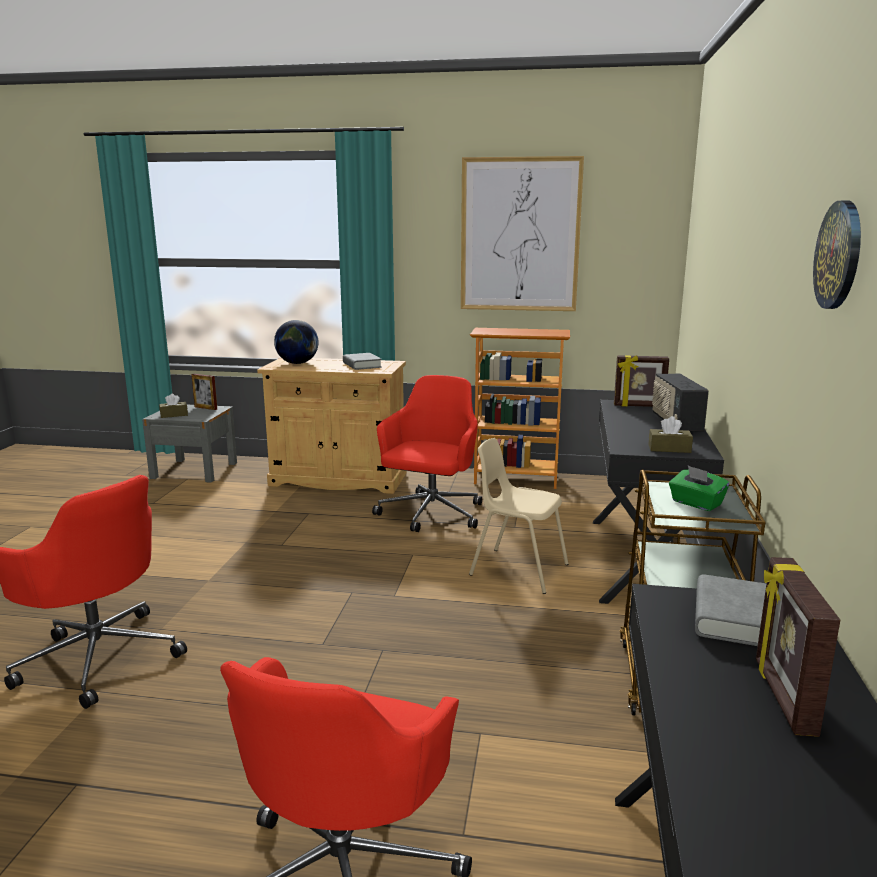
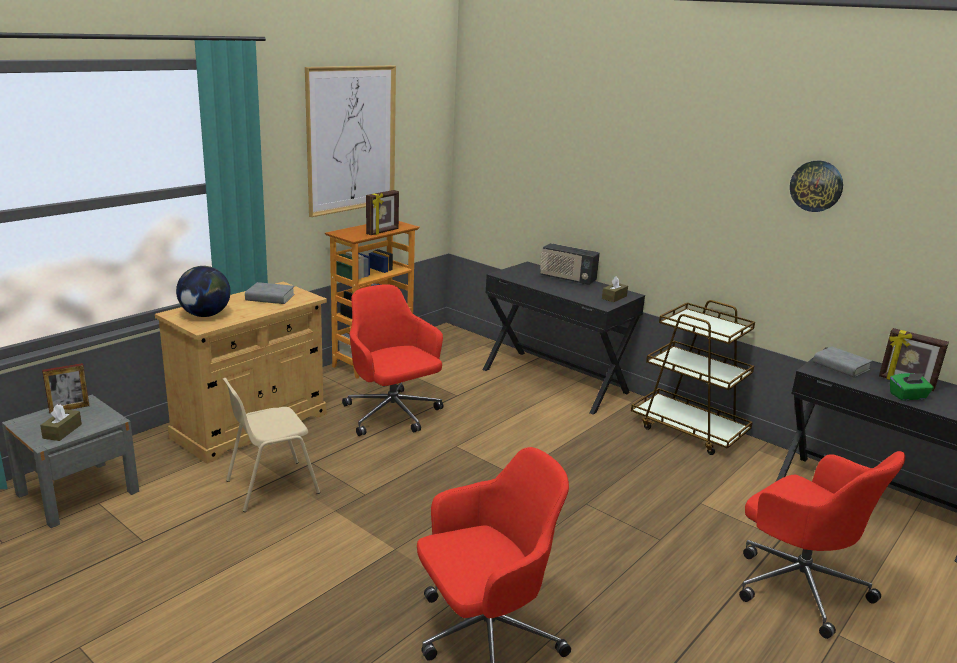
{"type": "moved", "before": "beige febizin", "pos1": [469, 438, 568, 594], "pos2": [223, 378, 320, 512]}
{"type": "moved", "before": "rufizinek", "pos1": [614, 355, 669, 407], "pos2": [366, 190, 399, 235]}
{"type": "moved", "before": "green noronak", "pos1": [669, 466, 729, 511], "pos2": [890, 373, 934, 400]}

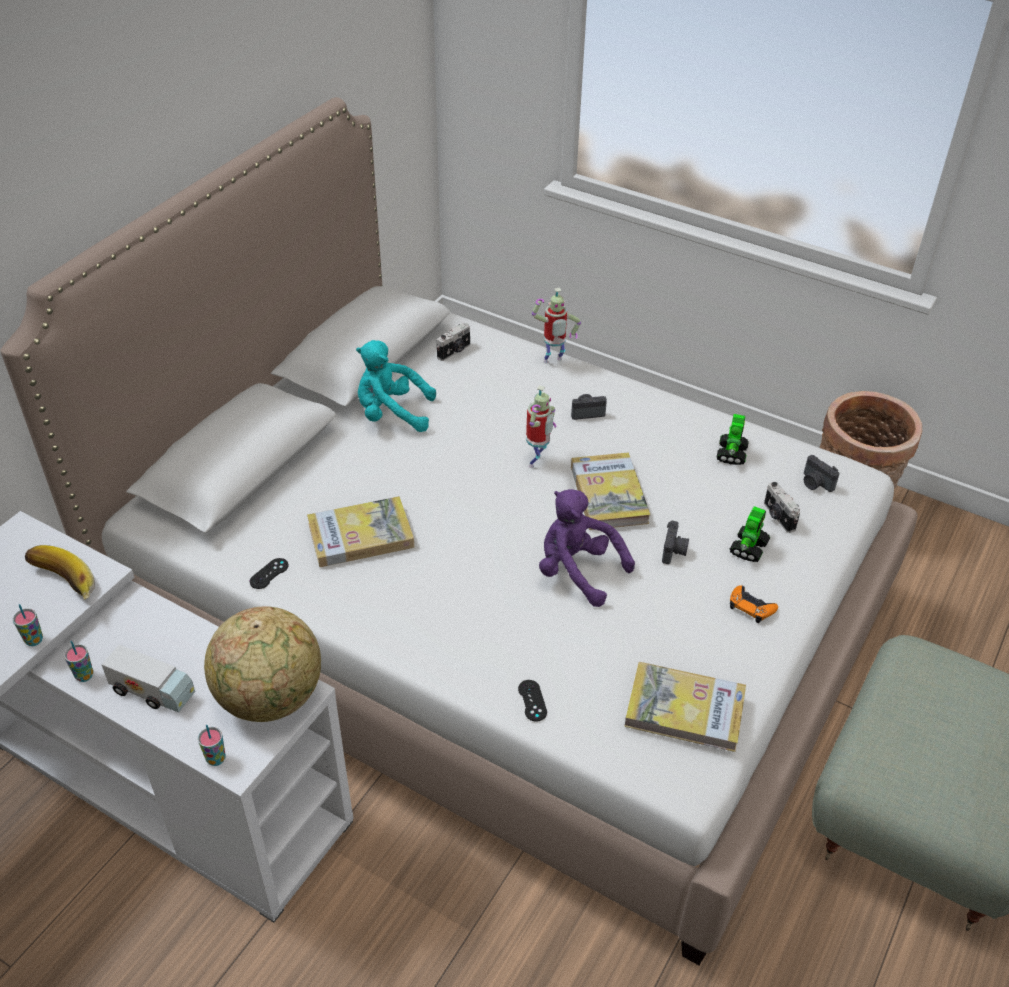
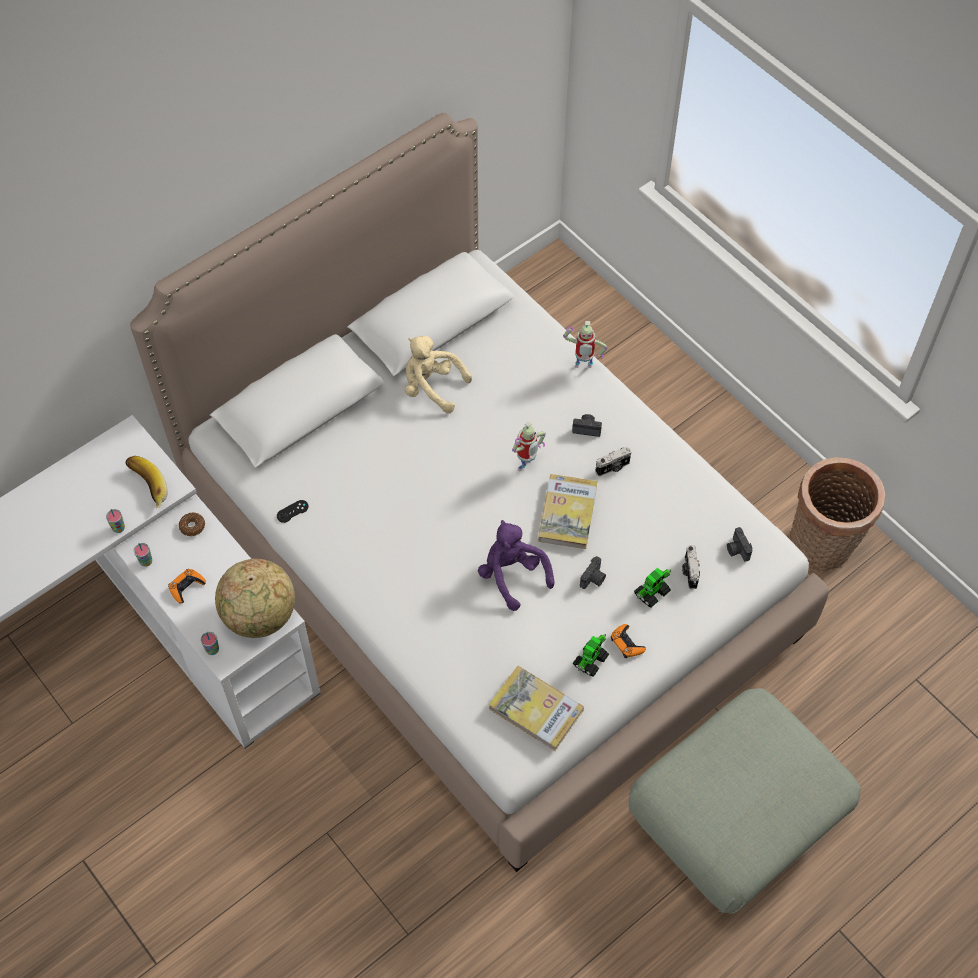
{"type": "replaced", "before": "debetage", "after": "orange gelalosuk", "pos1": [101, 645, 195, 713], "pos2": [168, 569, 206, 604]}
{"type": "added", "after": "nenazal", "pos2": [179, 512, 205, 536]}
{"type": "recoloured", "before": "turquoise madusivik", "after": "beige madusivik", "pos1": [356, 340, 436, 432], "pos2": [405, 336, 472, 413]}
{"type": "moved", "before": "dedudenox", "pos1": [717, 414, 749, 465], "pos2": [573, 634, 609, 677]}
{"type": "moved", "before": "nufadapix", "pos1": [437, 322, 470, 361], "pos2": [595, 447, 632, 476]}
{"type": "removed", "before": "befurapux", "pos1": [307, 496, 414, 567]}
{"type": "removed", "before": "black gelalosuk", "pos1": [518, 680, 547, 722]}

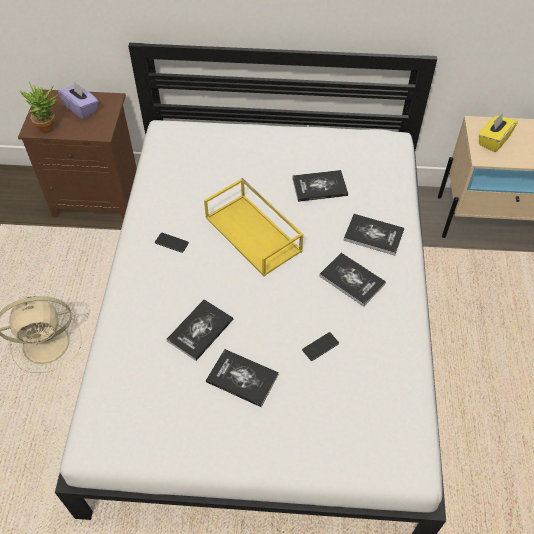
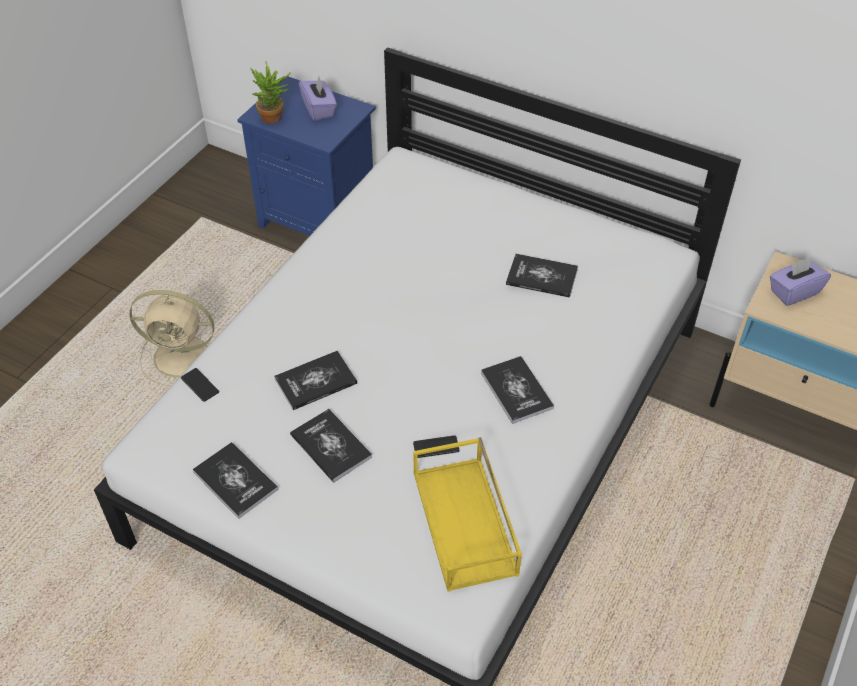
{"type": "moved", "before": "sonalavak", "pos1": [155, 233, 189, 253], "pos2": [181, 368, 219, 402]}
{"type": "moved", "before": "befurapux", "pos1": [343, 214, 404, 255], "pos2": [193, 442, 278, 519]}
{"type": "recoloured", "before": "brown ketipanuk", "after": "blue ketipanuk", "pos1": [18, 89, 137, 219], "pos2": [237, 77, 376, 236]}
{"type": "moved", "before": "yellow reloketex", "pos1": [204, 178, 304, 276], "pos2": [413, 437, 522, 592]}
{"type": "recoloured", "before": "yellow noronak", "after": "purple noronak", "pos1": [479, 113, 518, 152], "pos2": [770, 257, 831, 306]}

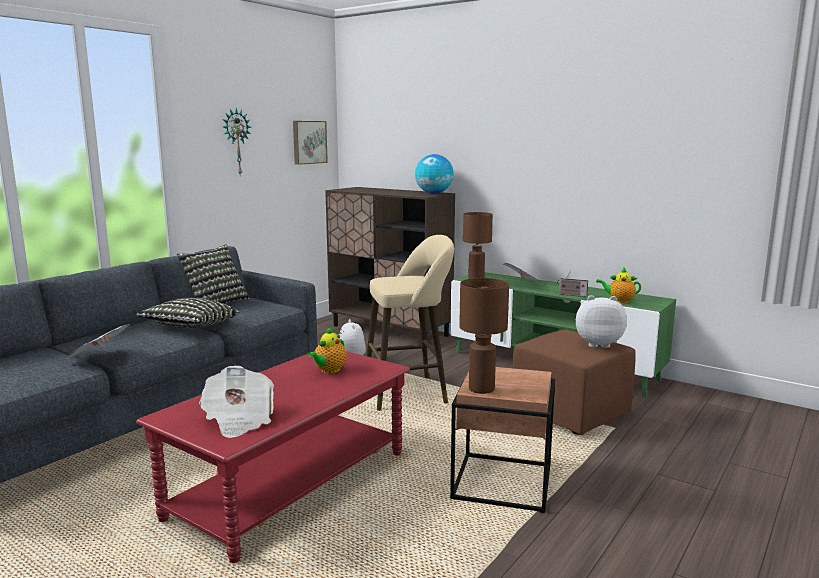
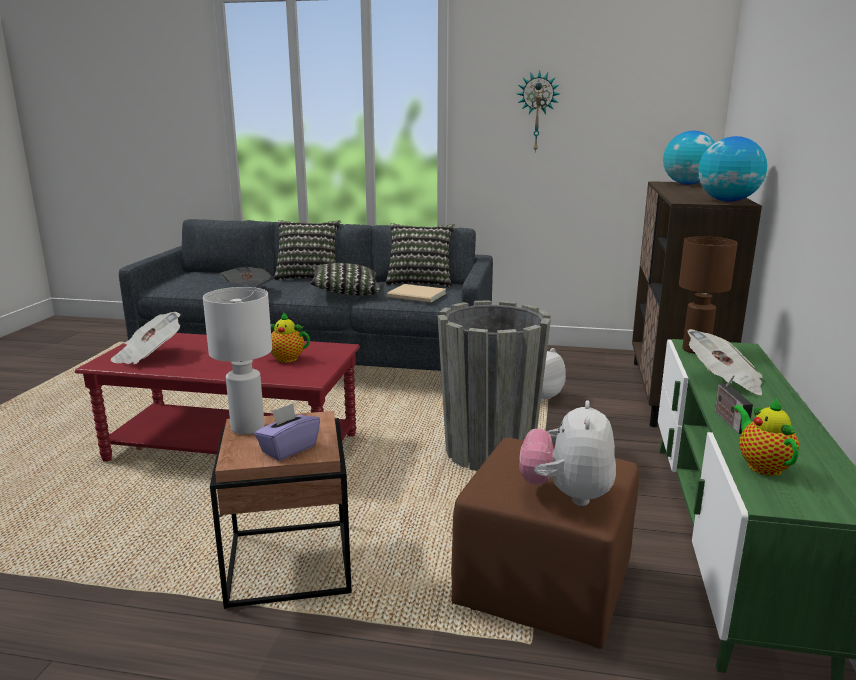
{"type": "recoloured", "before": "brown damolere", "after": "white damolere", "pos1": [459, 278, 509, 394], "pos2": [203, 287, 272, 435]}
{"type": "added", "after": "purple noronak", "pos2": [254, 403, 320, 461]}
{"type": "added", "after": "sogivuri", "pos2": [273, 220, 341, 281]}
{"type": "added", "after": "beige befurapux", "pos2": [387, 284, 446, 302]}
{"type": "replaced", "before": "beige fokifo", "after": "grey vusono", "pos1": [367, 235, 454, 411], "pos2": [438, 300, 551, 471]}
{"type": "turned", "before": "madusivik", "pos1": [576, 295, 627, 348], "pos2": [519, 400, 616, 506], "turn": -150}
{"type": "added", "after": "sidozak", "pos2": [663, 131, 715, 185]}
{"type": "removed", "before": "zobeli", "pos1": [293, 121, 328, 165]}

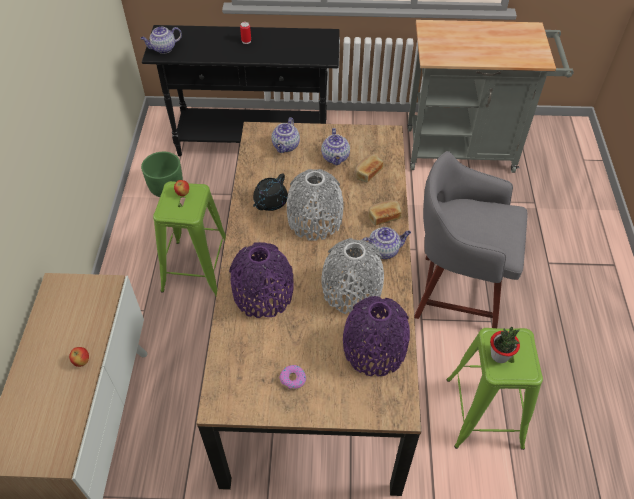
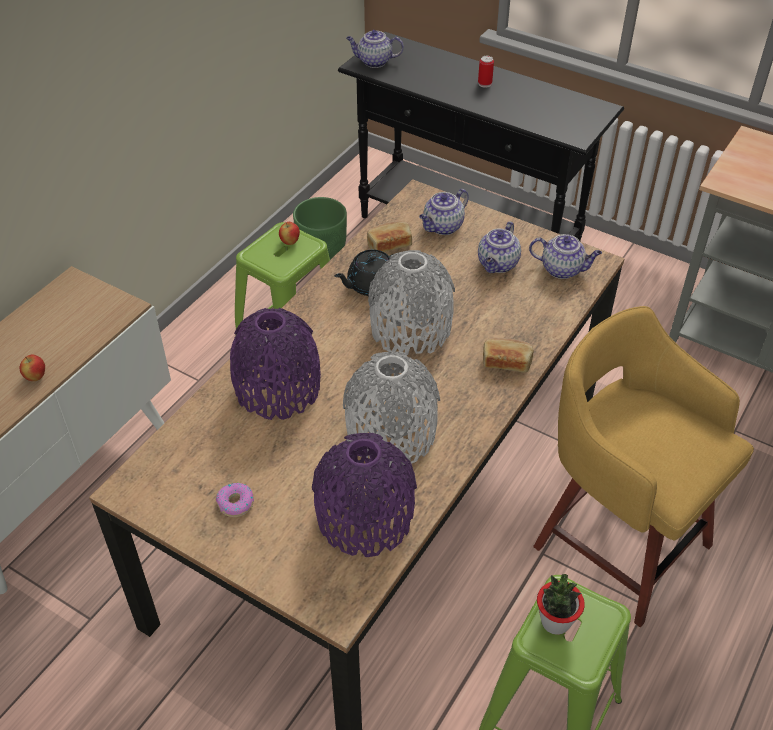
{"type": "moved", "before": "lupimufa", "pos1": [354, 155, 384, 182], "pos2": [367, 221, 412, 252]}
{"type": "moved", "before": "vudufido", "pos1": [363, 227, 411, 259], "pos2": [529, 234, 602, 279]}
{"type": "recoloured", "before": "grey fokifo", "after": "yellow fokifo", "pos1": [414, 151, 528, 328], "pos2": [533, 306, 754, 627]}

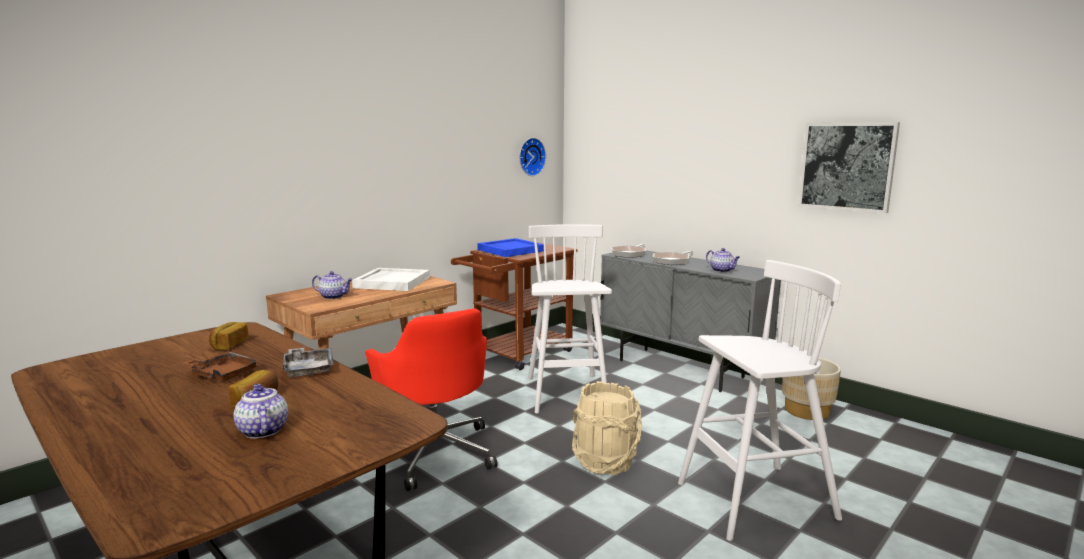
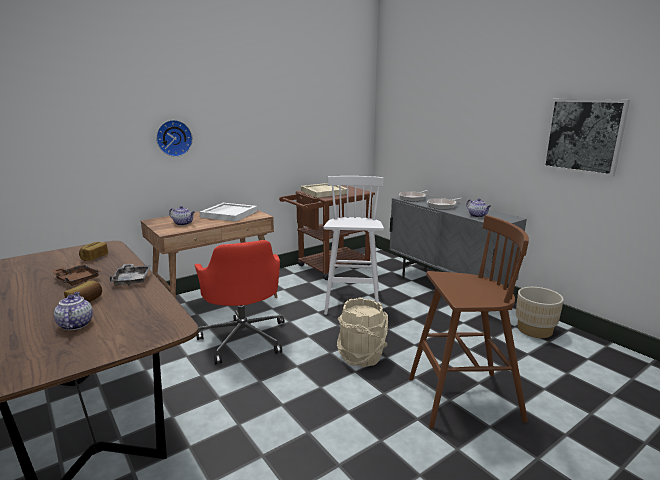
{"type": "moved", "before": "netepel", "pos1": [519, 138, 546, 176], "pos2": [156, 120, 193, 157]}
{"type": "recoloured", "before": "blue reloketex", "after": "beige reloketex", "pos1": [477, 238, 544, 257], "pos2": [301, 183, 349, 198]}
{"type": "recoloured", "before": "white fokifo", "after": "brown fokifo", "pos1": [678, 260, 842, 541], "pos2": [409, 215, 529, 429]}

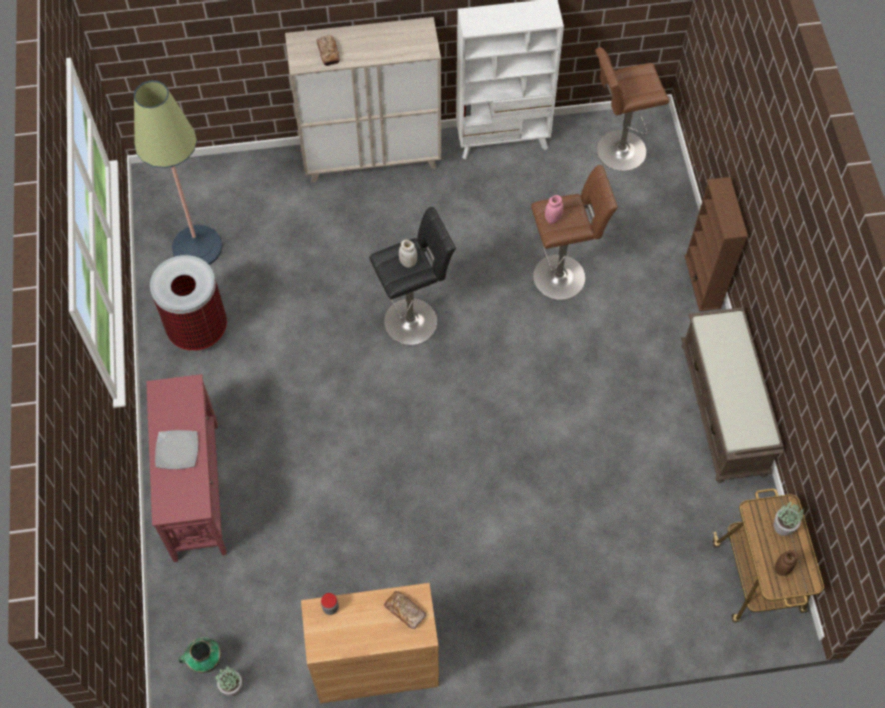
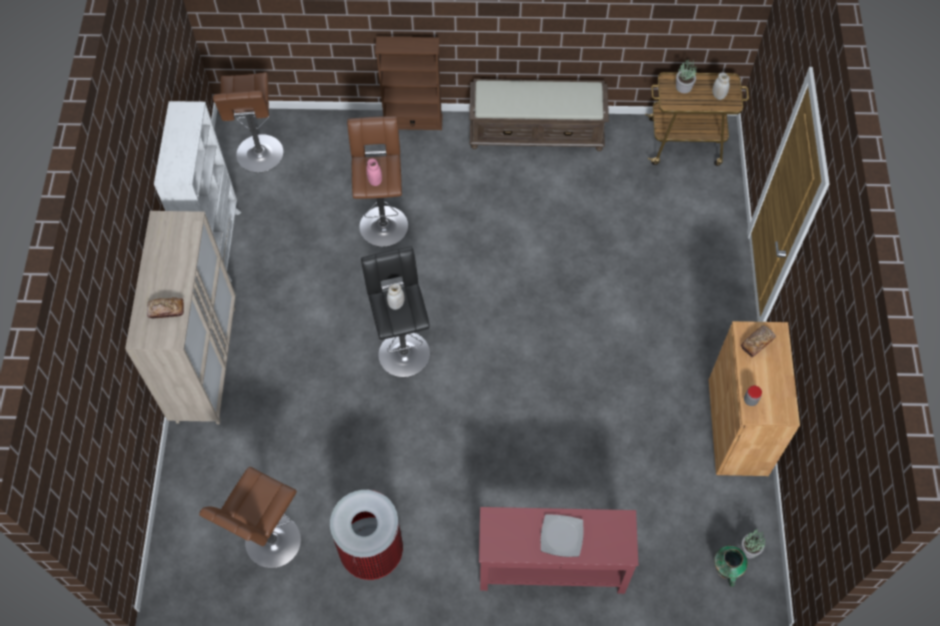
{"type": "replaced", "before": "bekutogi", "after": "brown fokifo", "pos1": [134, 80, 222, 265], "pos2": [199, 467, 301, 568]}
{"type": "recoloured", "before": "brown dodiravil", "after": "white dodiravil", "pos1": [775, 550, 798, 576], "pos2": [712, 72, 730, 100]}

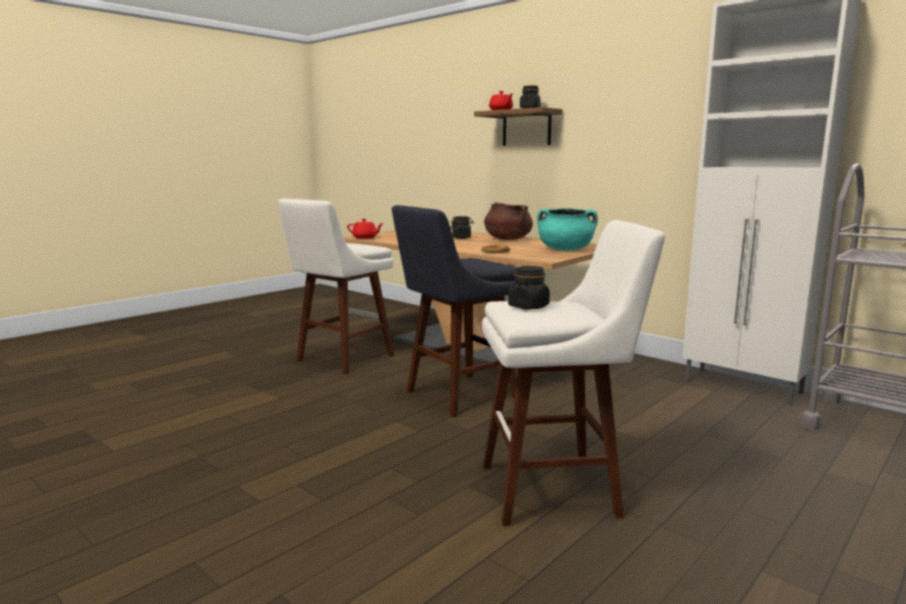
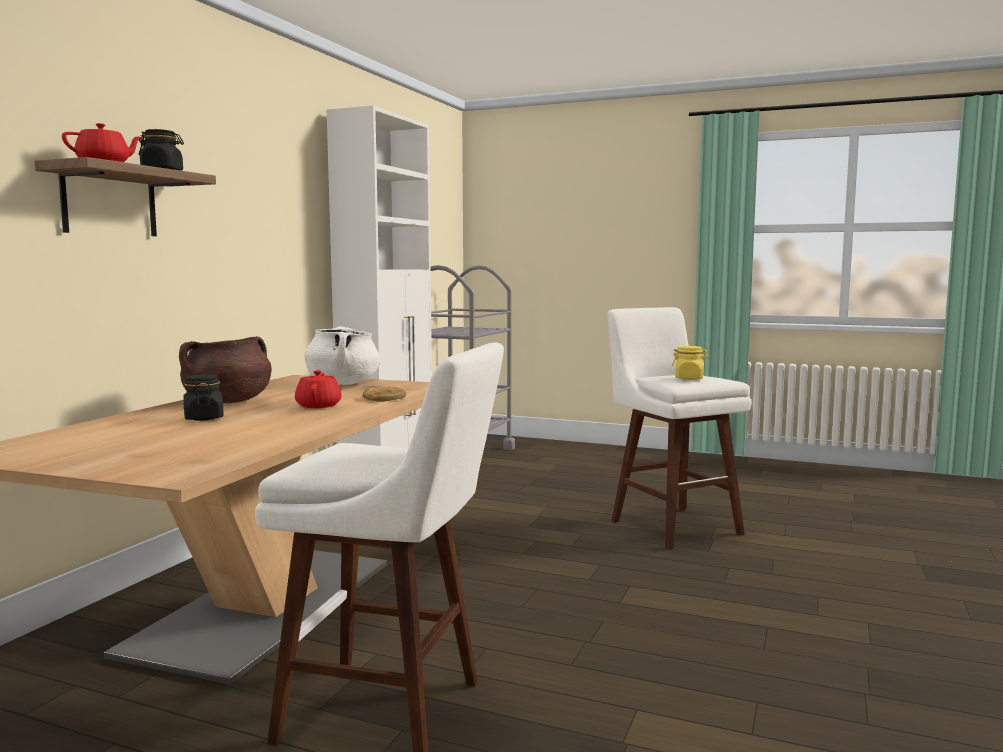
{"type": "moved", "before": "red vudufido", "pos1": [347, 219, 384, 239], "pos2": [295, 370, 342, 408]}
{"type": "recoloured", "before": "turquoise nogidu", "after": "white nogidu", "pos1": [537, 208, 598, 250], "pos2": [304, 326, 380, 385]}
{"type": "recoloured", "before": "black dodiravil", "after": "yellow dodiravil", "pos1": [508, 266, 550, 309], "pos2": [672, 346, 709, 380]}
{"type": "removed", "before": "blue fokifo", "pos1": [392, 205, 517, 418]}

